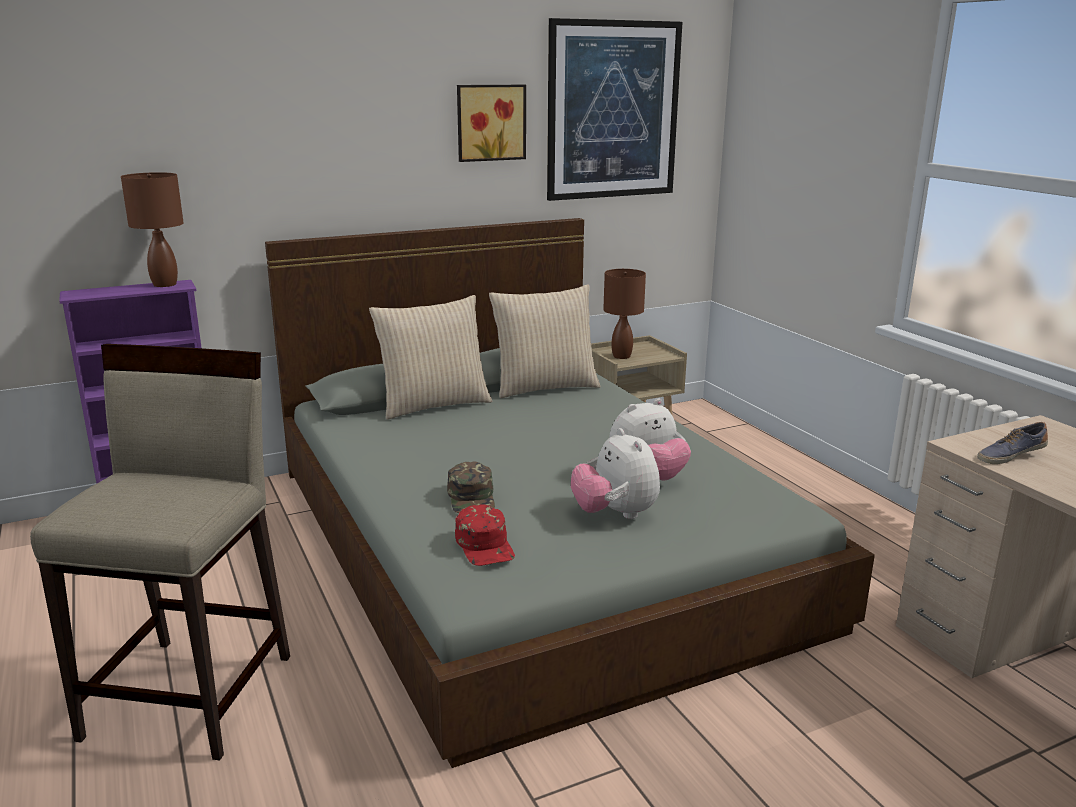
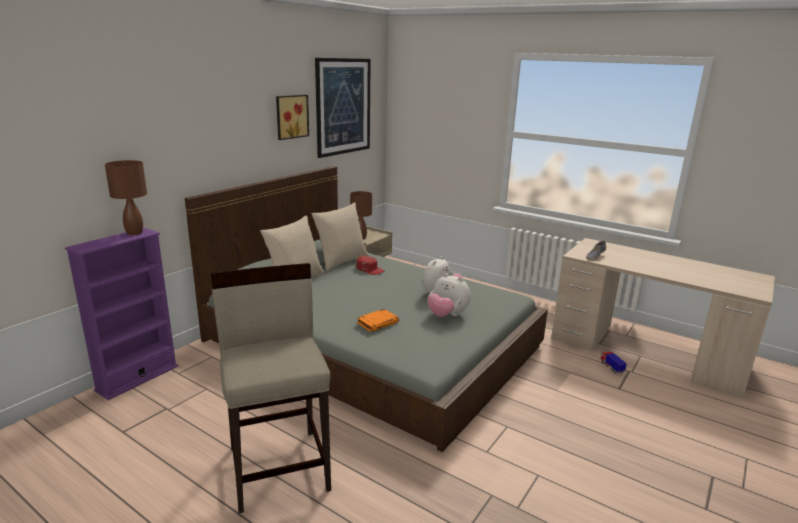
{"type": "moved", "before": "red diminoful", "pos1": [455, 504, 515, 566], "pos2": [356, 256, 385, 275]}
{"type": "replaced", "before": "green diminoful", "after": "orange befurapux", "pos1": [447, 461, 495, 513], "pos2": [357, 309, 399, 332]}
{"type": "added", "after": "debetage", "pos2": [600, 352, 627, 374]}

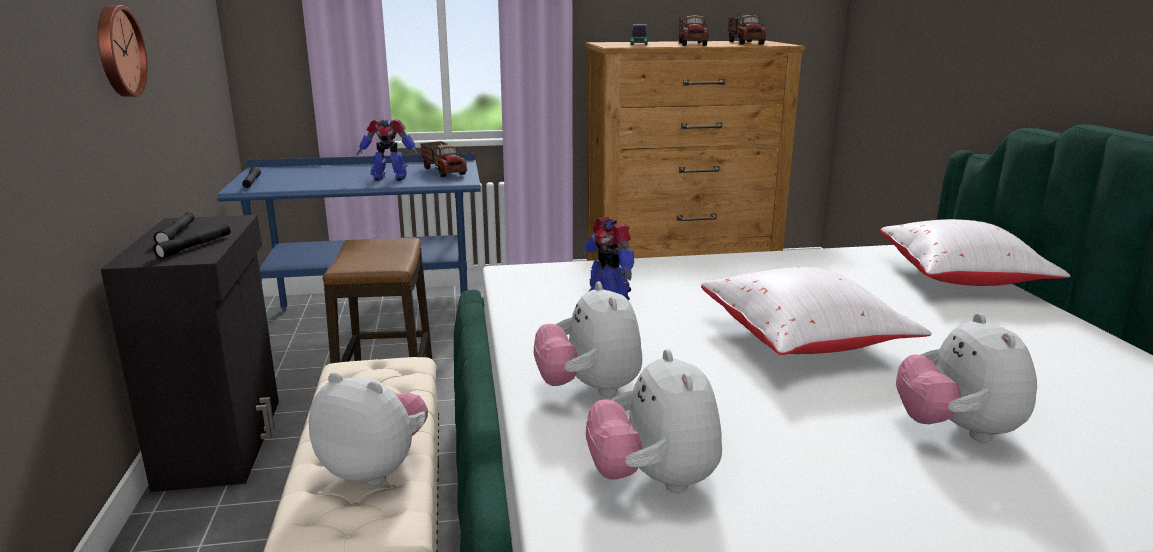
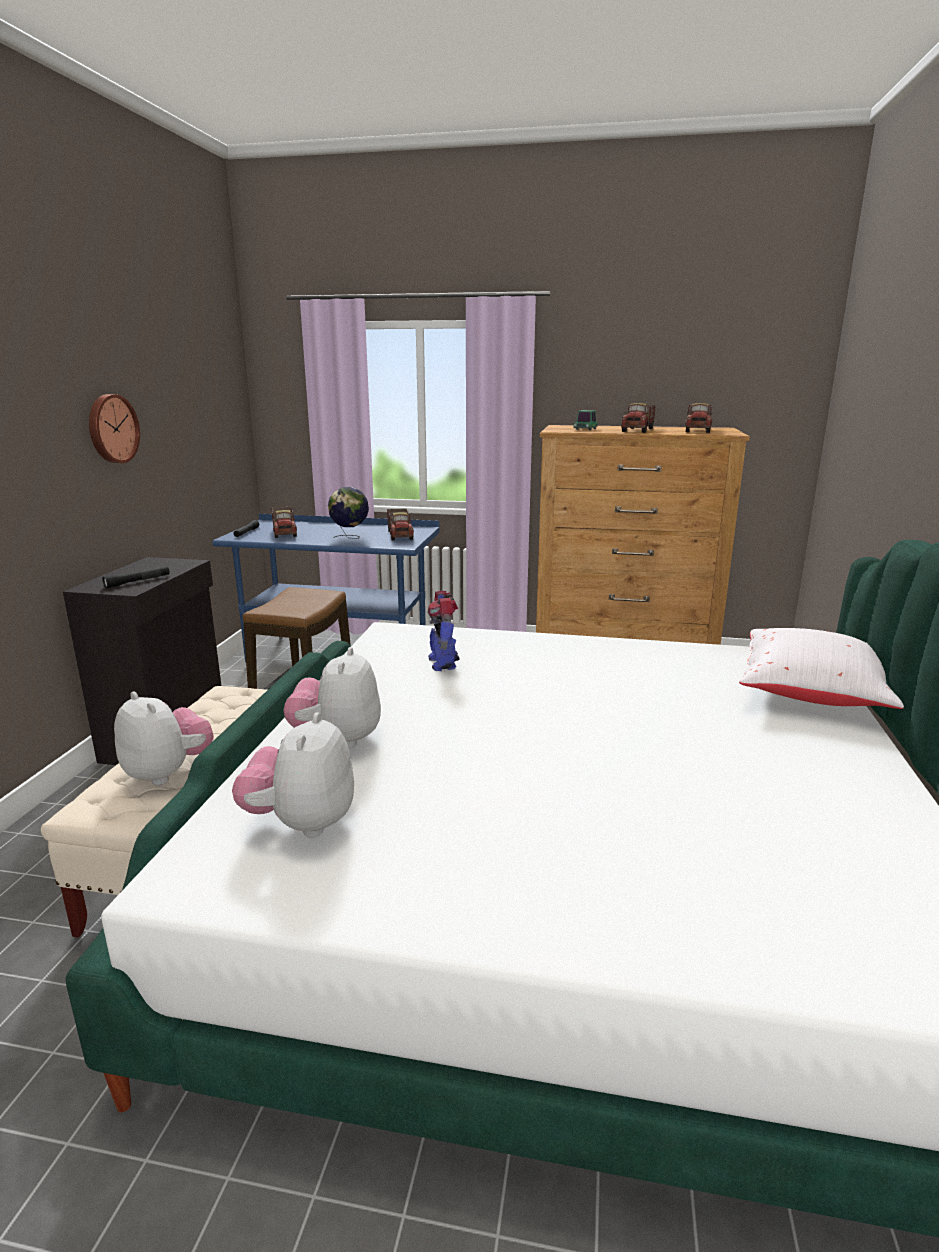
{"type": "added", "after": "debetage", "pos2": [271, 507, 297, 538]}
{"type": "replaced", "before": "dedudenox", "after": "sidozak", "pos1": [357, 119, 418, 181], "pos2": [328, 487, 369, 539]}
{"type": "removed", "before": "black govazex", "pos1": [154, 212, 194, 244]}
{"type": "removed", "before": "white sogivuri", "pos1": [701, 267, 932, 355]}
{"type": "removed", "before": "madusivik", "pos1": [896, 313, 1037, 442]}

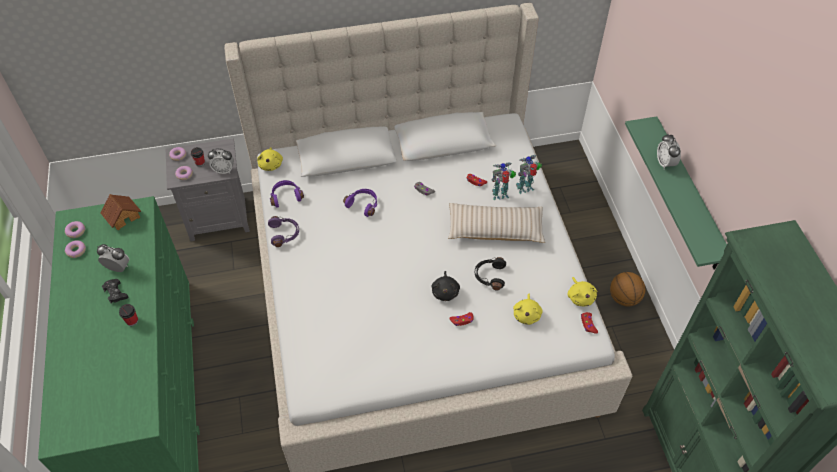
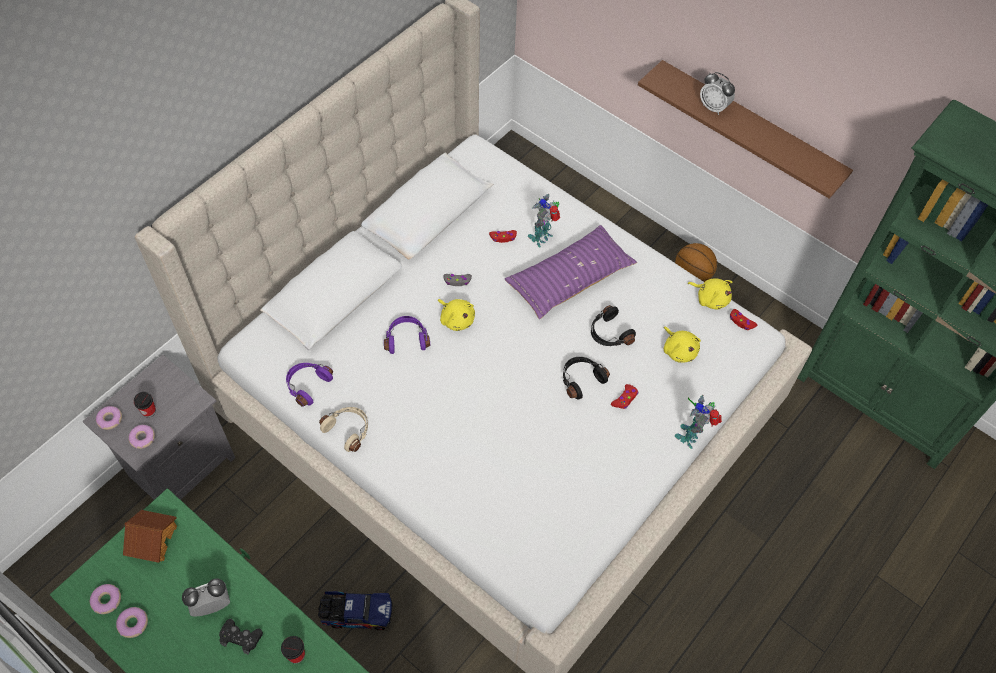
{"type": "added", "after": "debetage", "pos2": [318, 591, 393, 630]}
{"type": "recoloured", "before": "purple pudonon", "after": "beige pudonon", "pos1": [268, 216, 299, 247], "pos2": [319, 407, 368, 452]}
{"type": "moved", "before": "yellow madusivik", "pos1": [257, 147, 283, 171], "pos2": [438, 299, 475, 331]}
{"type": "recoloured", "before": "beige sogivuri", "after": "purple sogivuri", "pos1": [448, 203, 545, 243], "pos2": [504, 225, 637, 319]}
{"type": "replaced", "before": "black madusivik", "after": "black pudonon", "pos1": [431, 271, 460, 301], "pos2": [563, 357, 610, 399]}
{"type": "recoloured", "before": "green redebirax", "after": "brown redebirax", "pos1": [625, 116, 727, 270], "pos2": [638, 60, 853, 199]}
{"type": "moved", "before": "dedudenox", "pos1": [516, 155, 542, 194], "pos2": [675, 395, 722, 449]}
{"type": "removed", "before": "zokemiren", "pos1": [208, 148, 234, 174]}

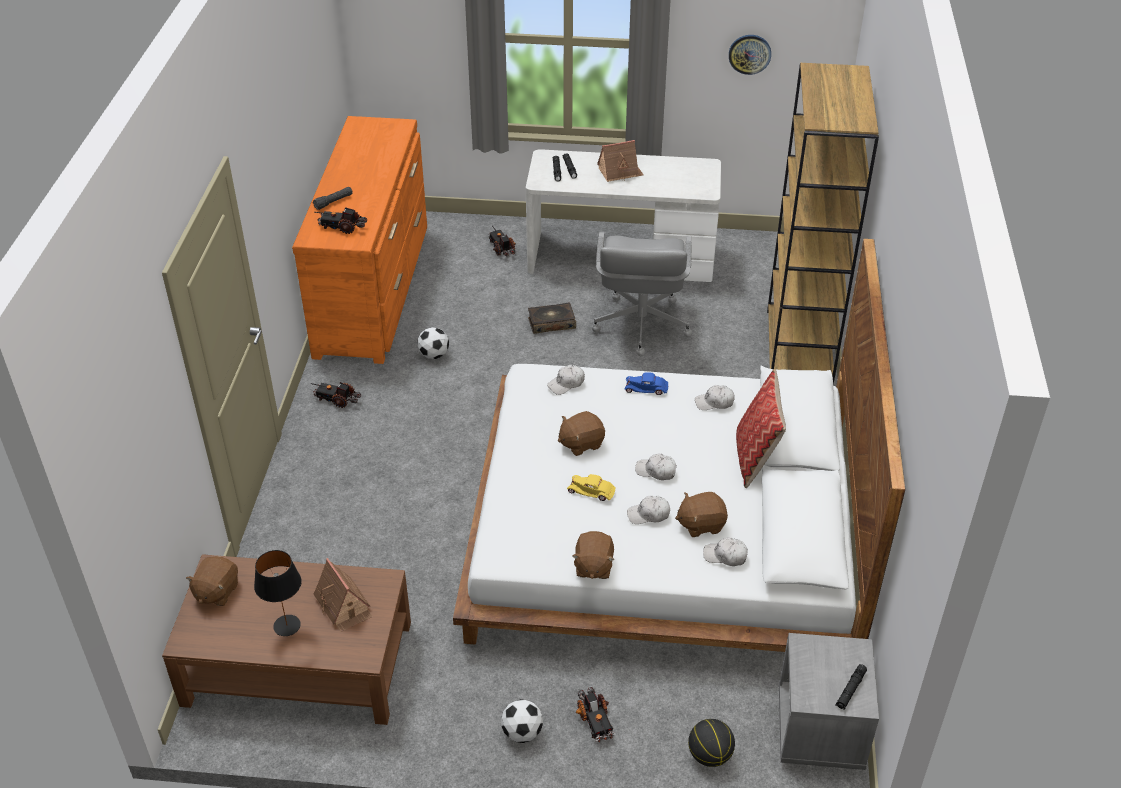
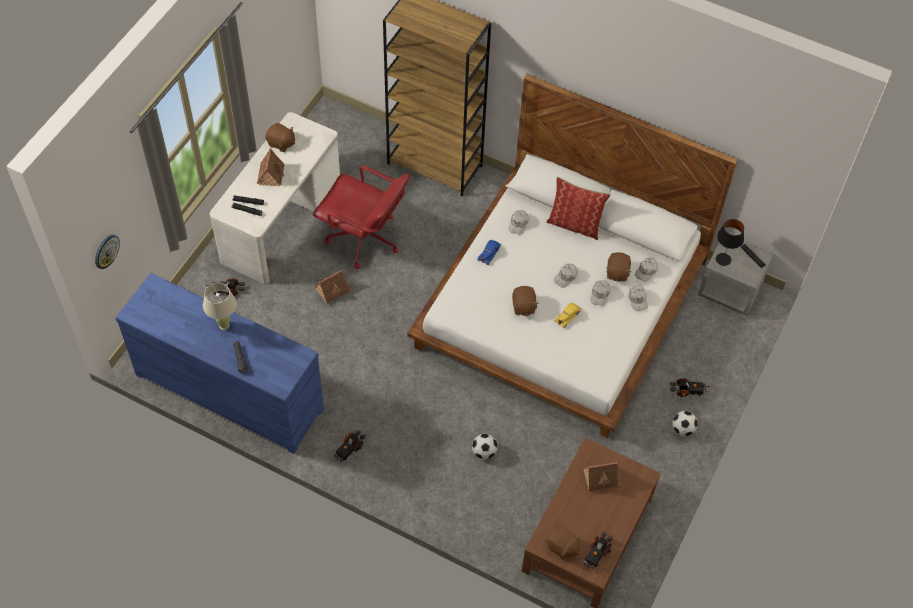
{"type": "moved", "before": "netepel", "pos1": [729, 35, 771, 75], "pos2": [95, 235, 120, 269]}
{"type": "recoloured", "before": "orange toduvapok", "after": "blue toduvapok", "pos1": [292, 116, 427, 364], "pos2": [115, 273, 324, 454]}
{"type": "added", "after": "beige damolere", "pos2": [203, 283, 237, 330]}
{"type": "moved", "before": "brown madusivik", "pos1": [572, 531, 615, 579], "pos2": [265, 123, 295, 152]}
{"type": "recoloured", "before": "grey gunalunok", "after": "red gunalunok", "pos1": [592, 232, 692, 356], "pos2": [313, 166, 409, 269]}
{"type": "replaced", "before": "befurapux", "after": "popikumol", "pos1": [528, 303, 576, 334], "pos2": [315, 270, 353, 304]}
{"type": "moved", "before": "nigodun", "pos1": [417, 327, 449, 359], "pos2": [472, 434, 497, 459]}
{"type": "moved", "before": "debetage", "pos1": [314, 207, 367, 234], "pos2": [583, 532, 613, 569]}
{"type": "moved", "before": "white diminoful", "pos1": [547, 365, 585, 395], "pos2": [628, 285, 647, 311]}
{"type": "moved", "before": "black damolere", "pos1": [254, 550, 302, 636], "pos2": [716, 219, 744, 266]}
{"type": "removed", "before": "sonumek", "pos1": [688, 719, 735, 767]}

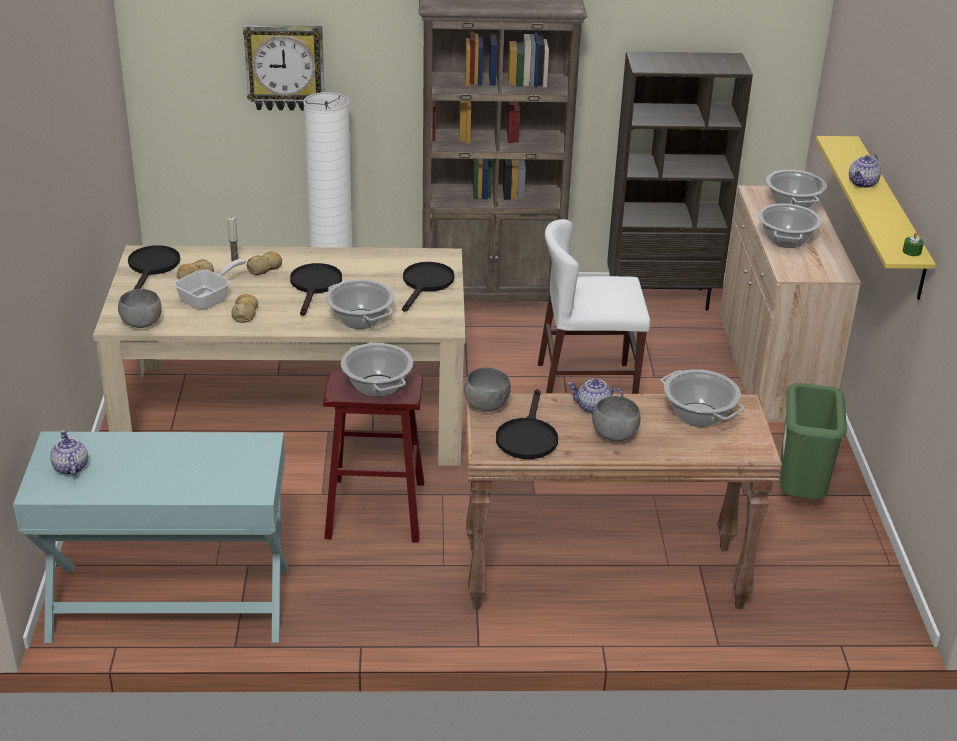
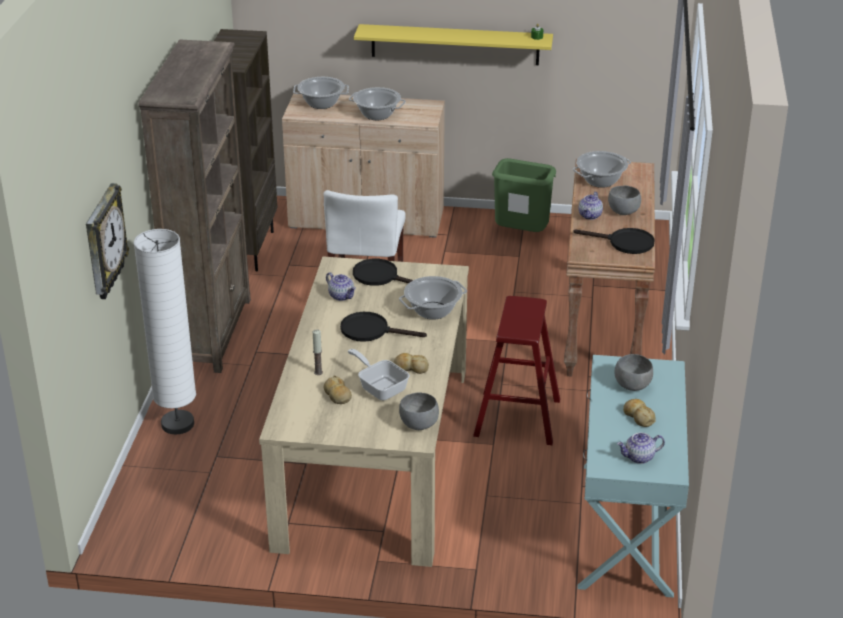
{"type": "moved", "before": "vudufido", "pos1": [849, 154, 881, 188], "pos2": [326, 272, 356, 301]}
{"type": "moved", "before": "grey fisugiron", "pos1": [464, 367, 511, 412], "pos2": [614, 354, 653, 391]}
{"type": "moved", "before": "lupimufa", "pos1": [247, 251, 282, 275], "pos2": [623, 399, 656, 427]}
{"type": "removed", "before": "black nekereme", "pos1": [128, 245, 180, 290]}
{"type": "removed", "before": "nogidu", "pos1": [341, 343, 413, 397]}

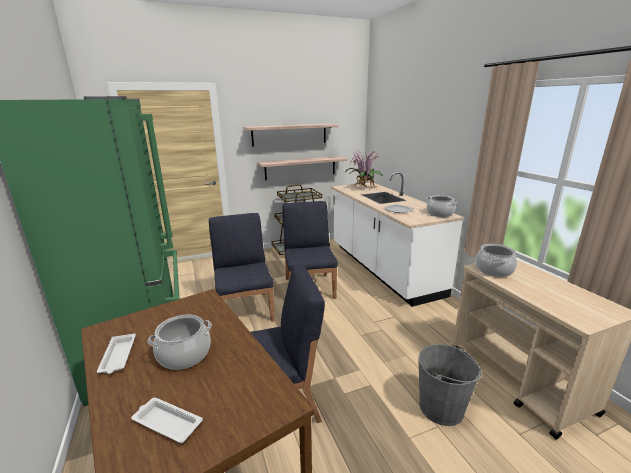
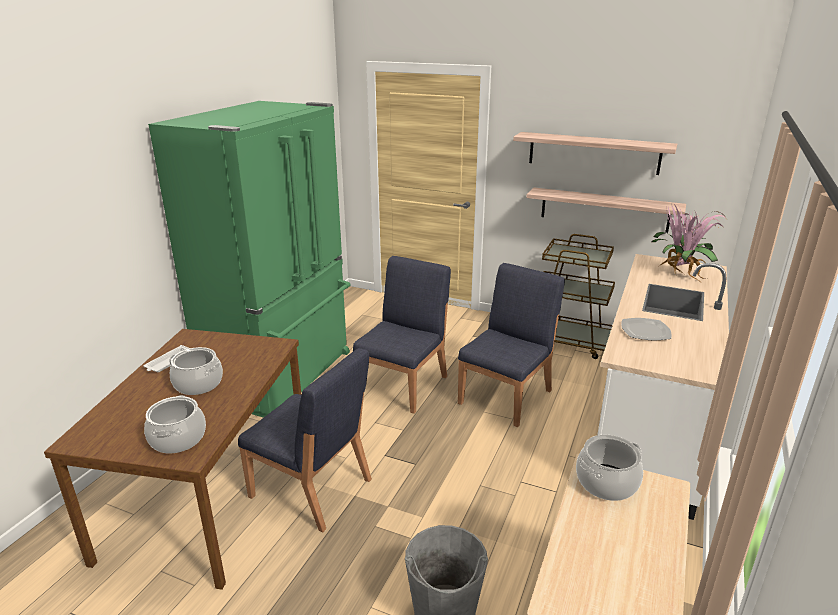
{"type": "moved", "before": "nogidu", "pos1": [426, 195, 457, 217], "pos2": [144, 395, 206, 454]}
{"type": "removed", "before": "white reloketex", "pos1": [131, 397, 203, 443]}

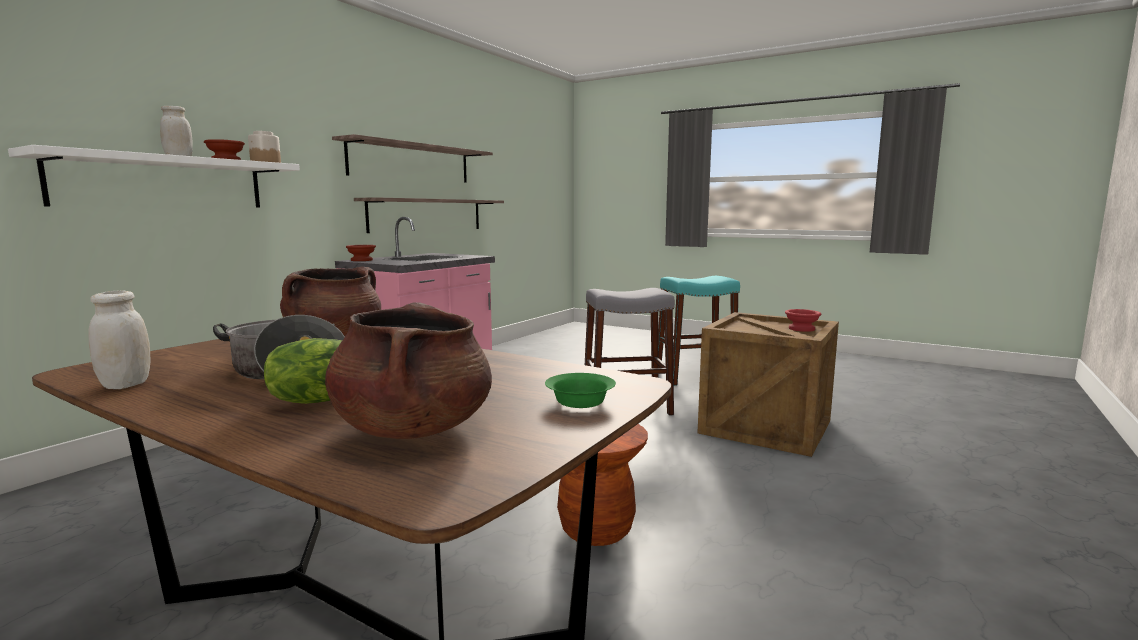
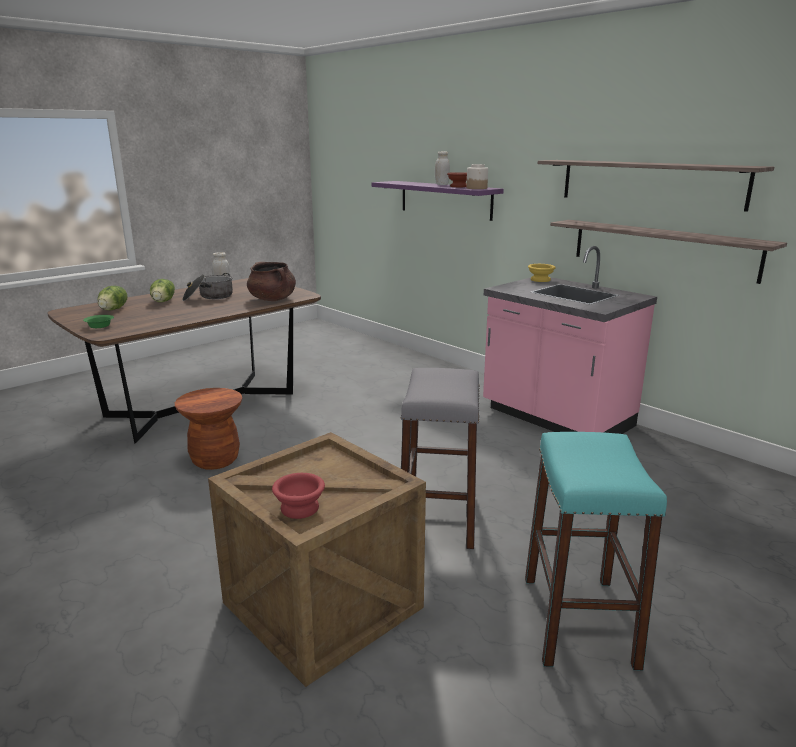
{"type": "replaced", "before": "brown nogidu", "after": "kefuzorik", "pos1": [325, 302, 492, 439], "pos2": [98, 286, 128, 310]}
{"type": "recoloured", "before": "white redebirax", "after": "purple redebirax", "pos1": [8, 145, 300, 208], "pos2": [372, 181, 504, 221]}
{"type": "recoloured", "before": "brown fisugiron", "after": "yellow fisugiron", "pos1": [346, 245, 376, 261], "pos2": [528, 264, 556, 282]}

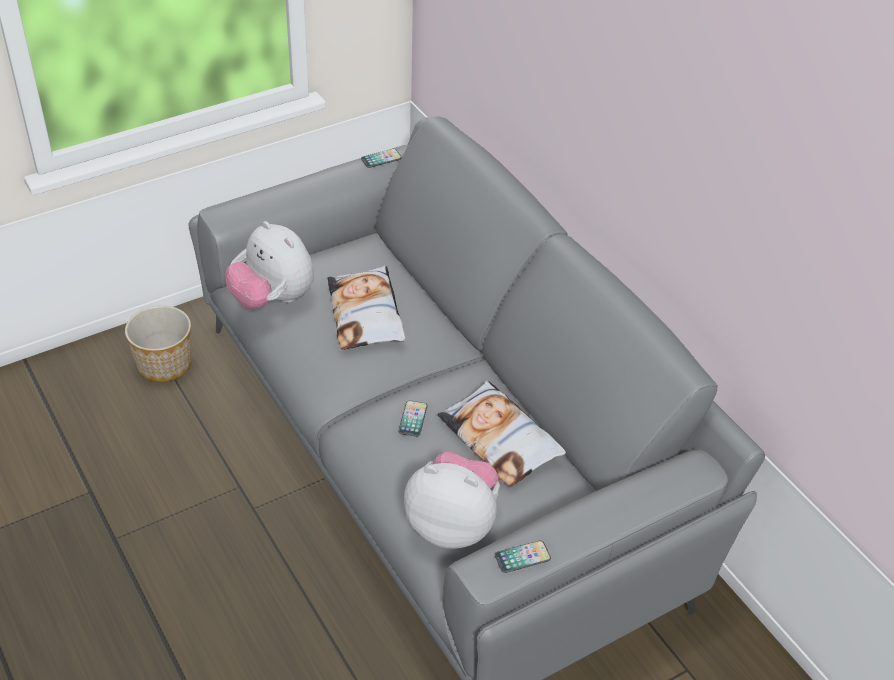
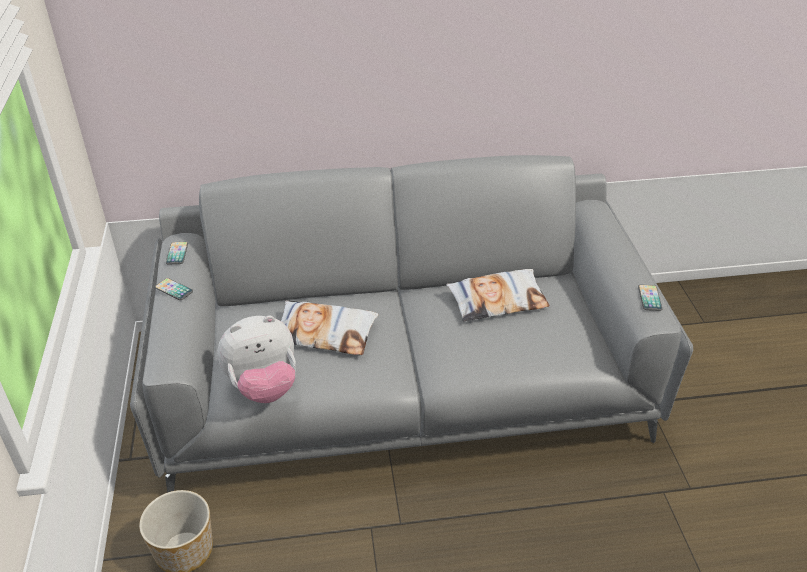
{"type": "moved", "before": "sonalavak", "pos1": [398, 400, 427, 437], "pos2": [155, 278, 193, 300]}
{"type": "removed", "before": "madusivik", "pos1": [404, 452, 500, 549]}

